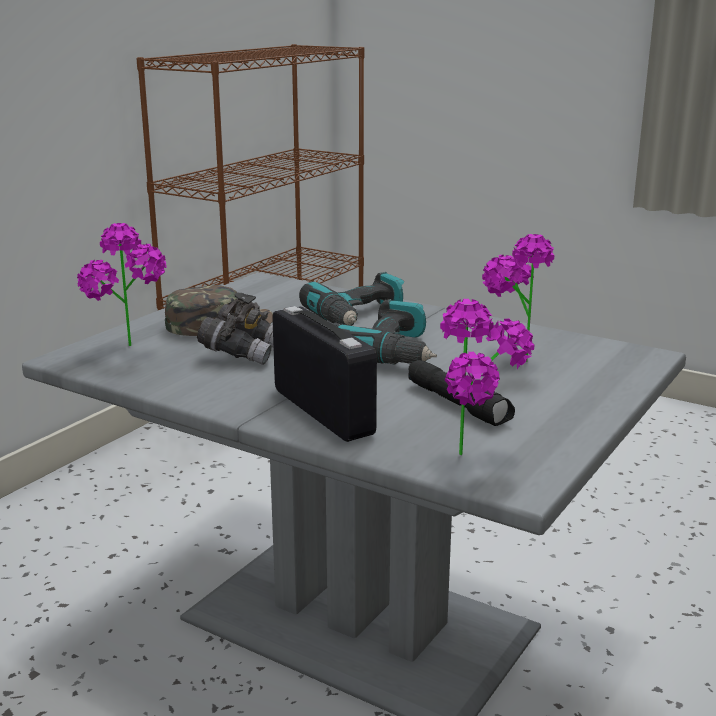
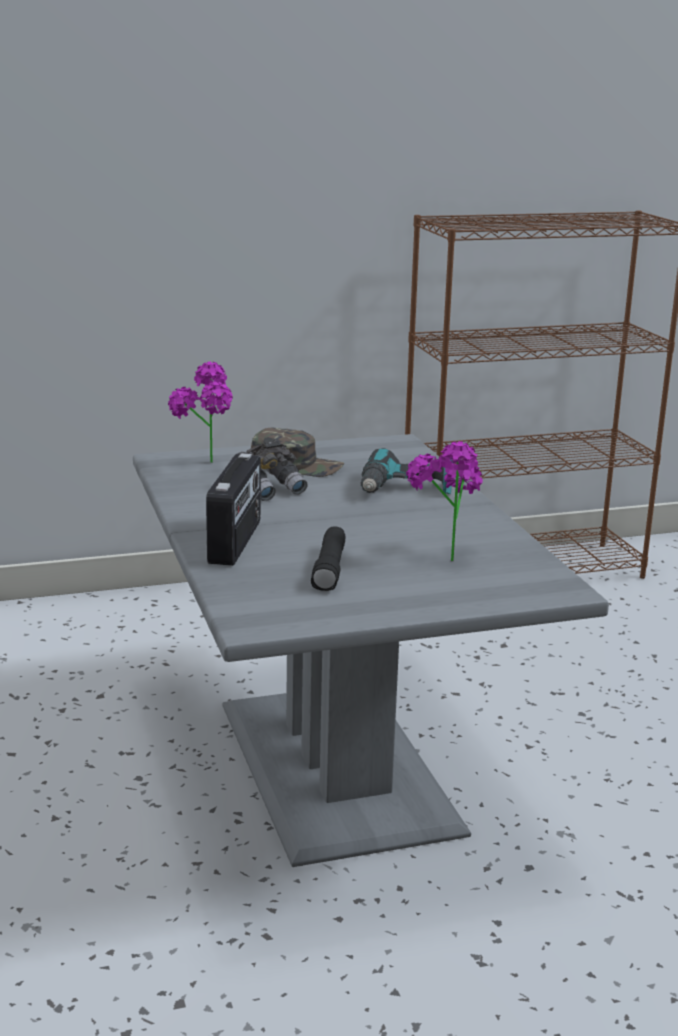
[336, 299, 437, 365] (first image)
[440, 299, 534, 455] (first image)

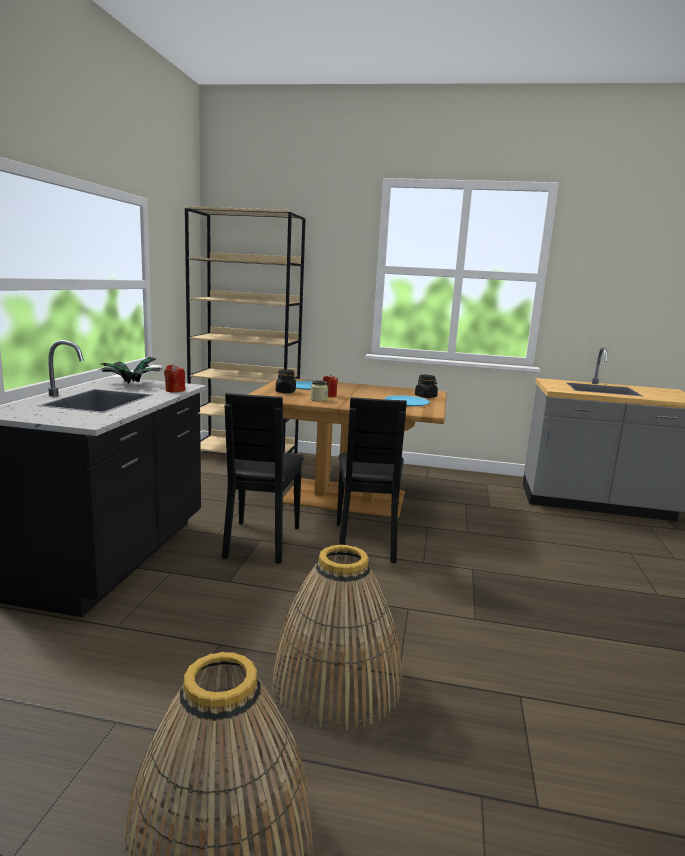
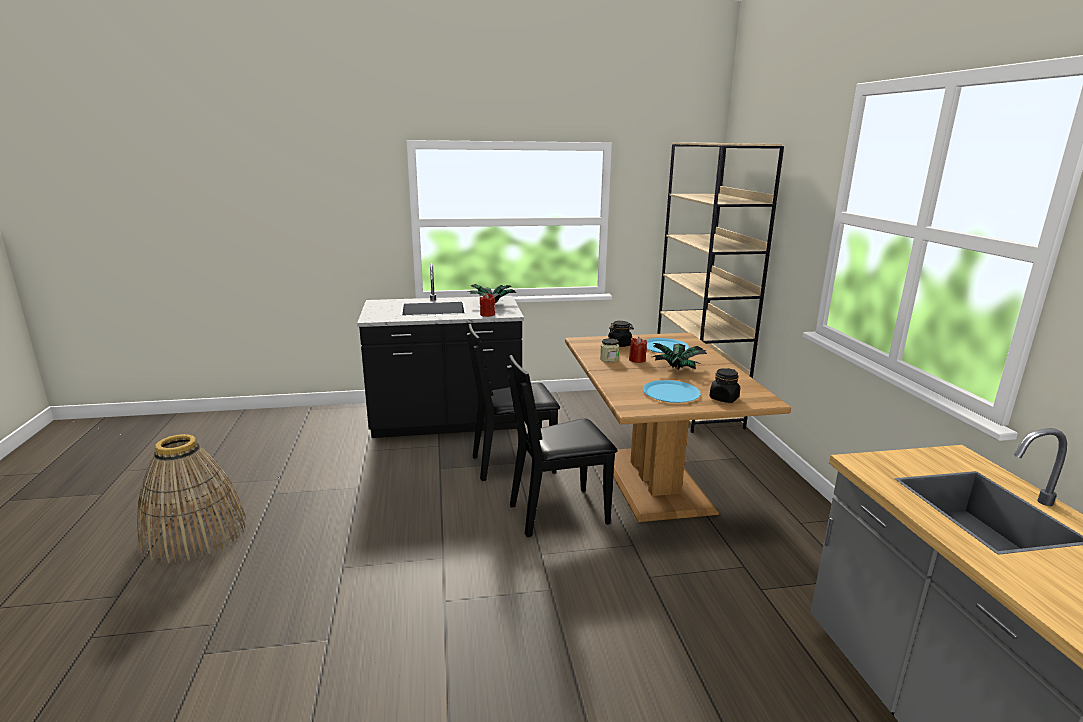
[271, 545, 402, 731] (first image)
[653, 343, 707, 370]

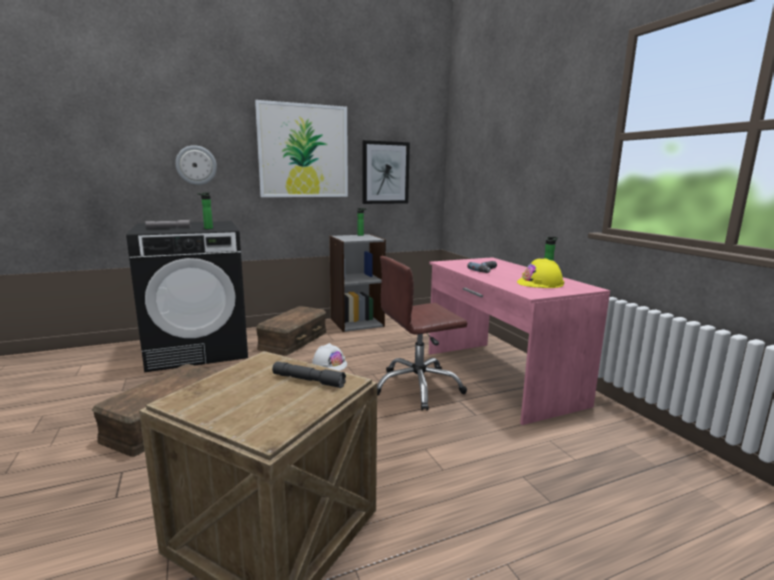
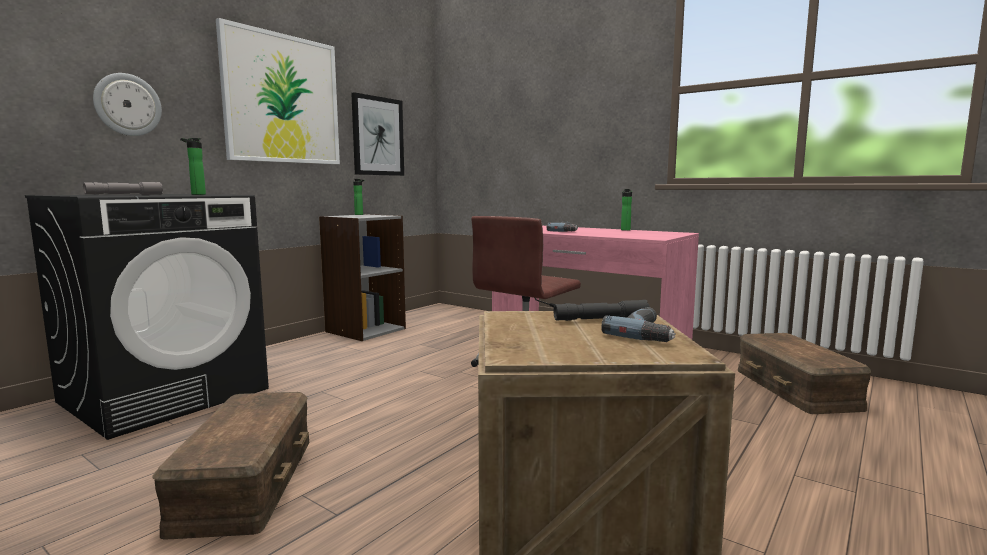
[517, 258, 564, 288] (first image)
[738, 333, 872, 414]
[312, 343, 347, 371] (first image)
[602, 307, 676, 342]

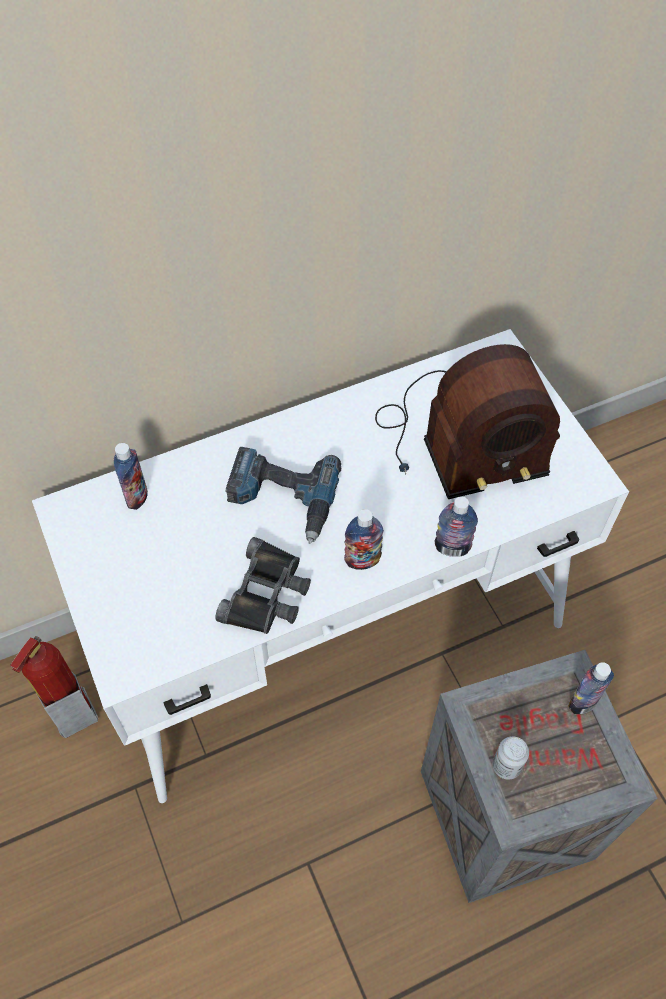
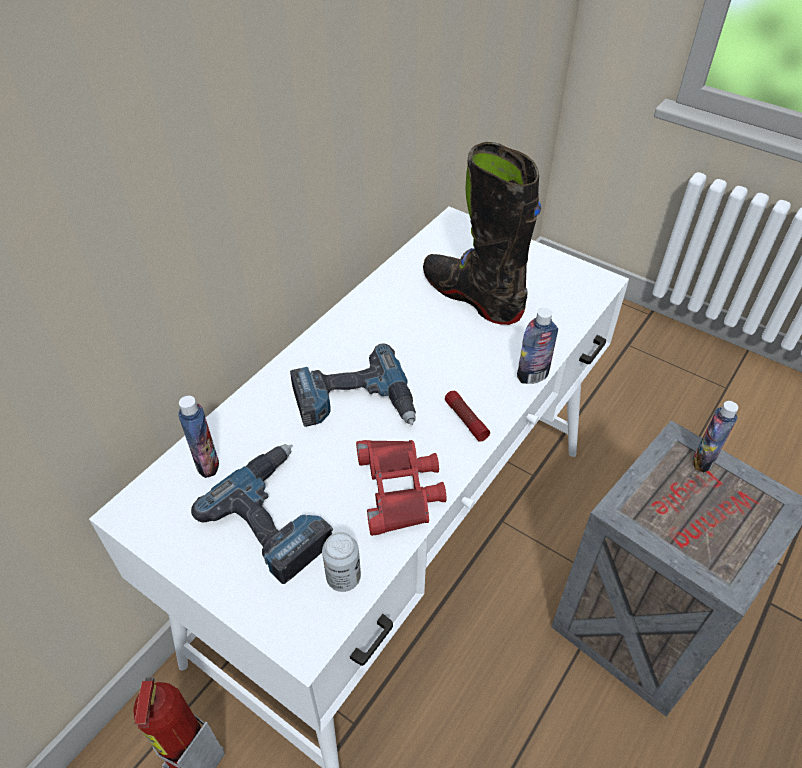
[423, 142, 541, 325]
[445, 391, 490, 442]
[356, 440, 446, 536]
[322, 532, 361, 592]
[191, 444, 333, 584]

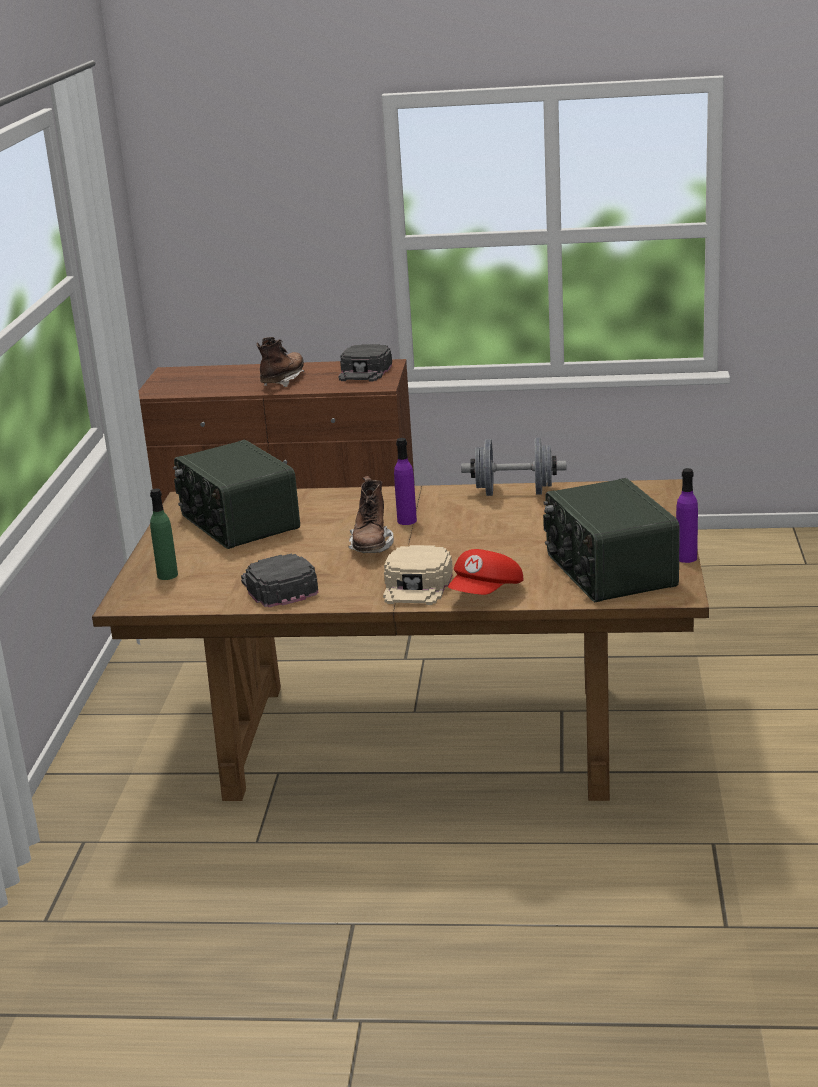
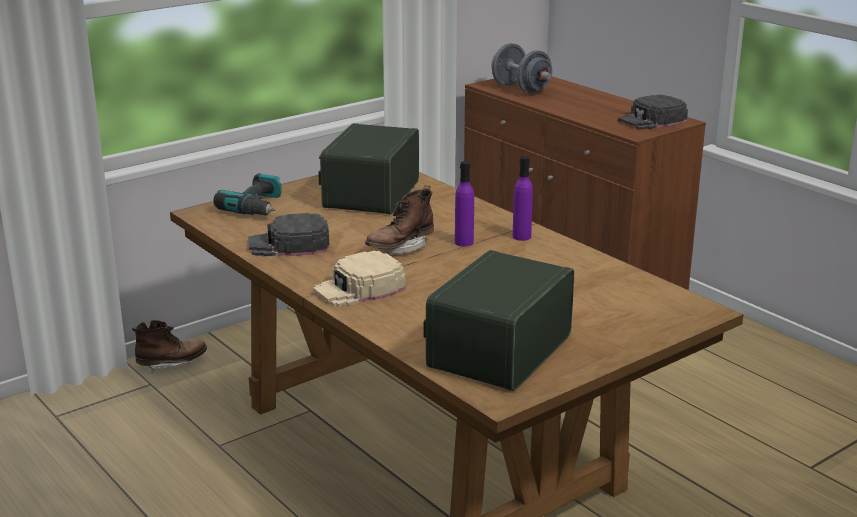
[132, 320, 207, 374]
[492, 43, 553, 94]
[513, 156, 533, 241]
[214, 173, 282, 215]
[448, 549, 523, 595] (first image)
[248, 213, 329, 256]

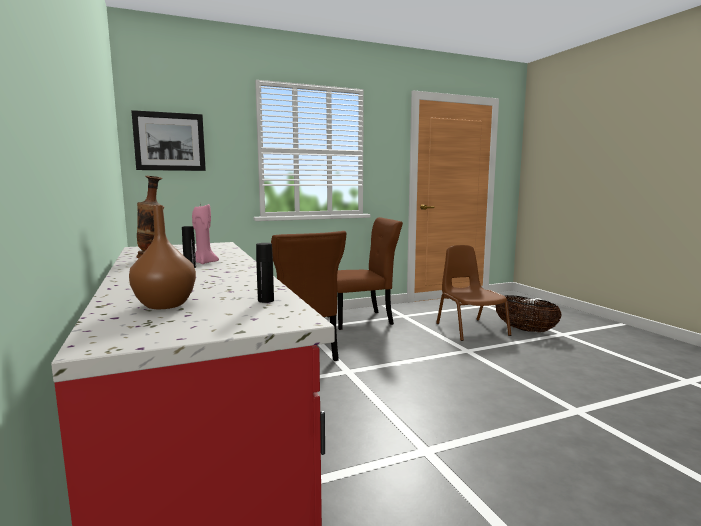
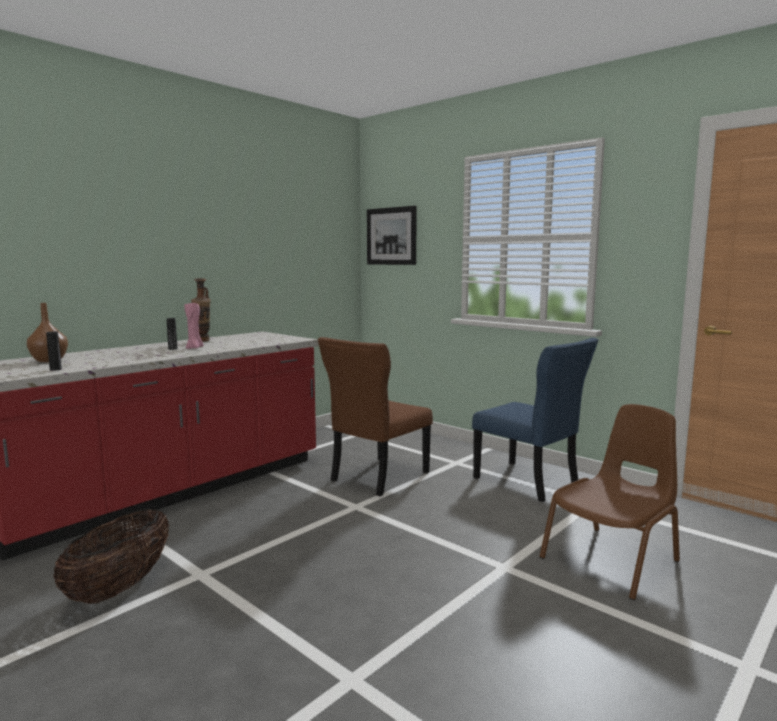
[472, 338, 598, 502]
[53, 509, 169, 604]

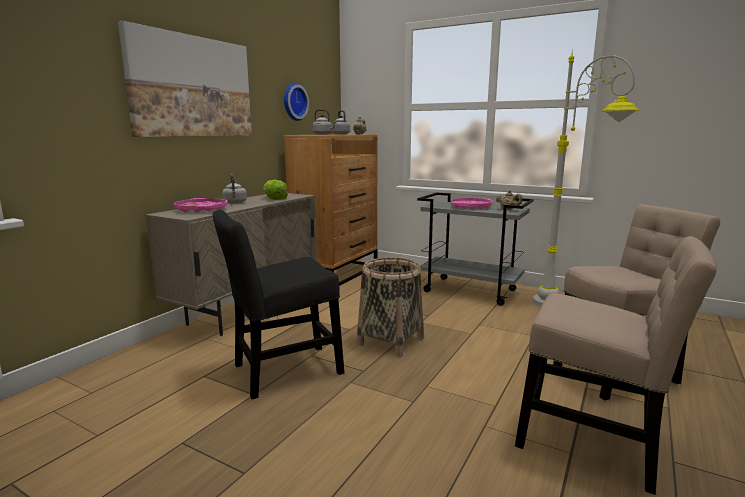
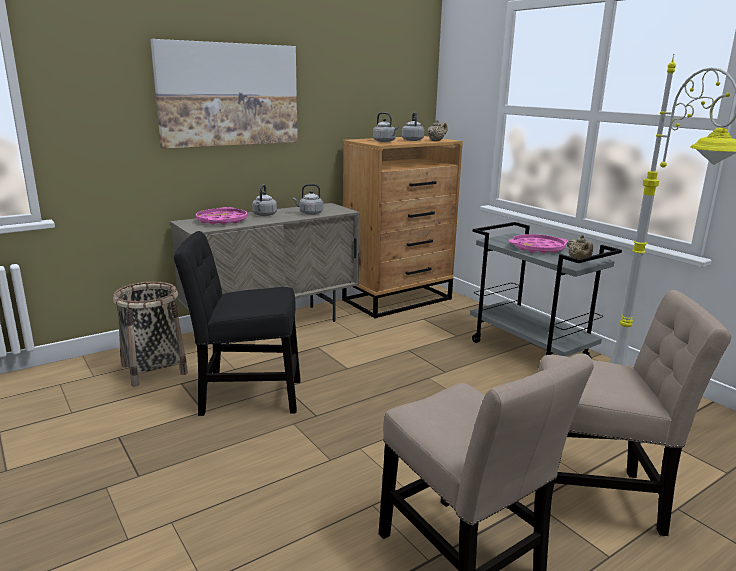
[284, 83, 309, 121] (first image)
[292, 184, 323, 215]
[113, 282, 188, 387]

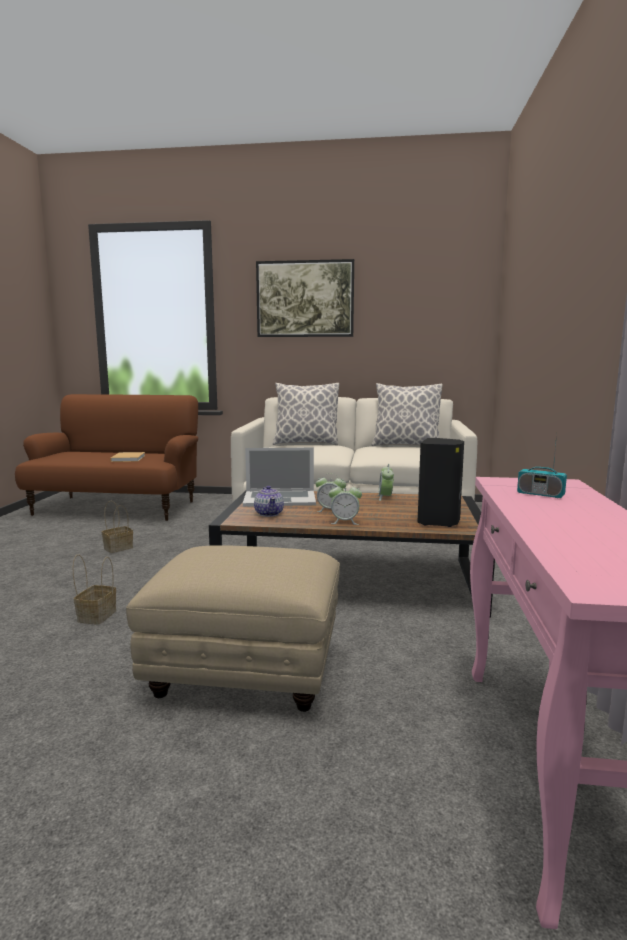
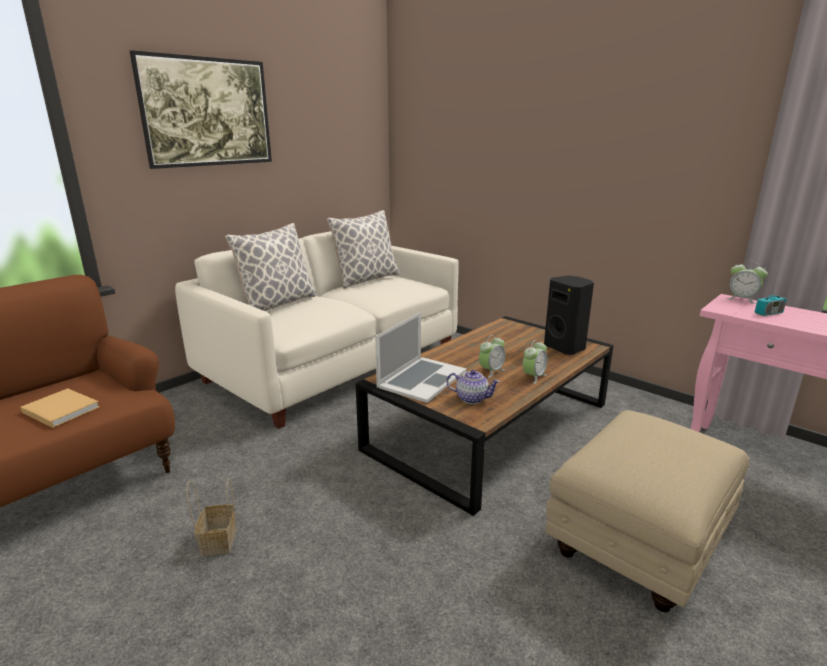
[726, 260, 768, 304]
[73, 554, 116, 625] (first image)

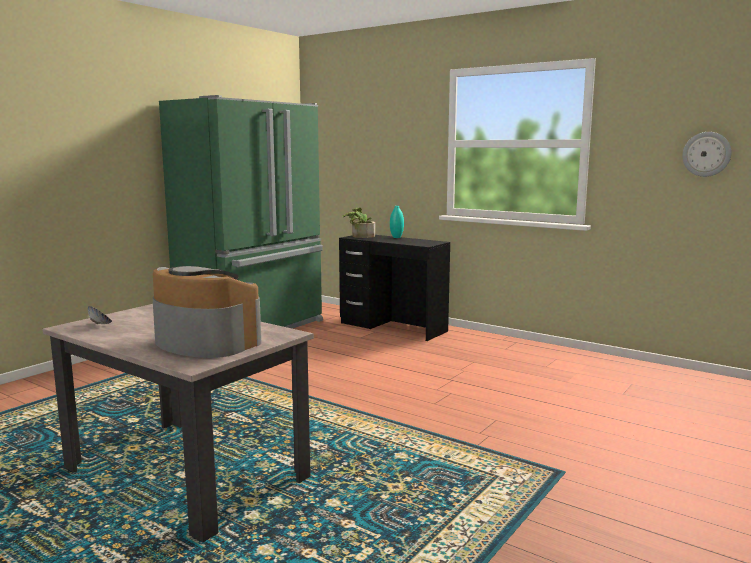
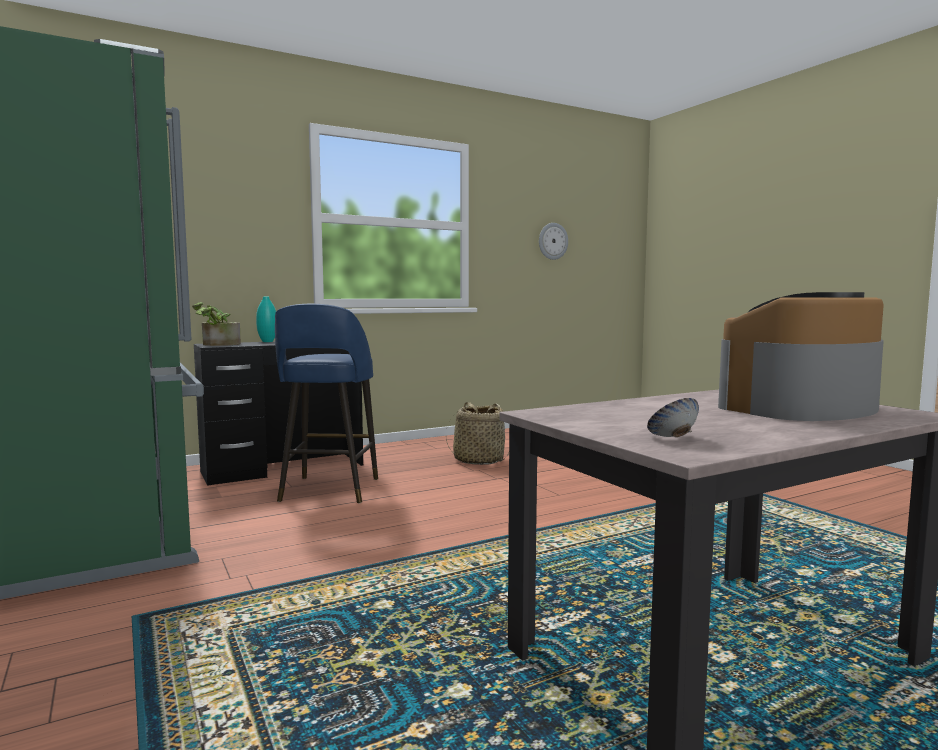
[275, 304, 378, 504]
[446, 402, 509, 465]

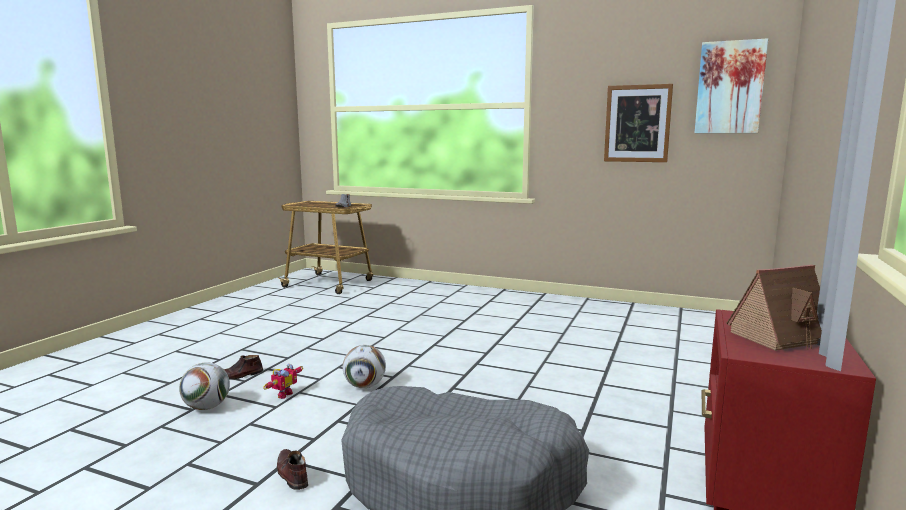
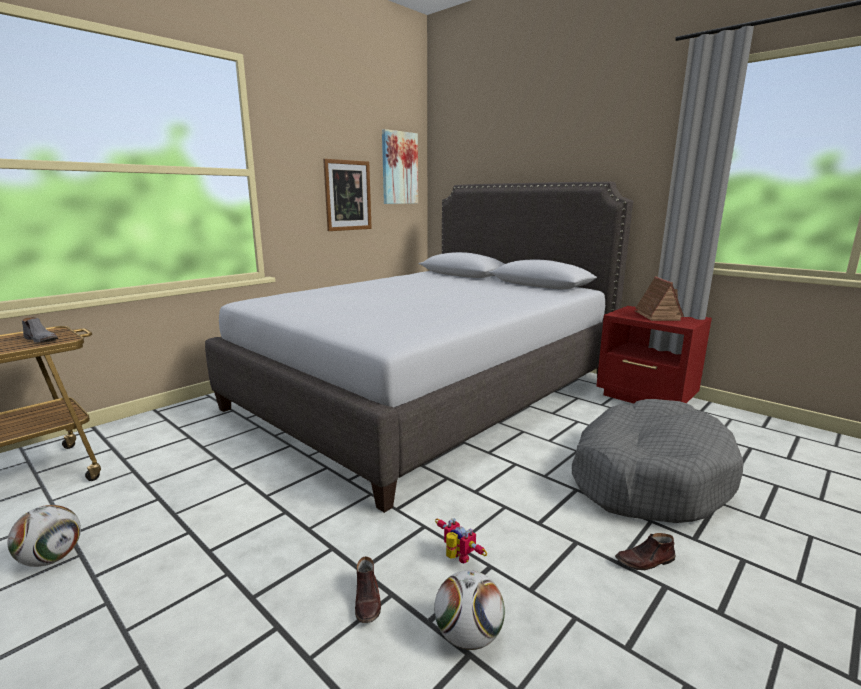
[8, 505, 81, 567]
[205, 182, 633, 513]

